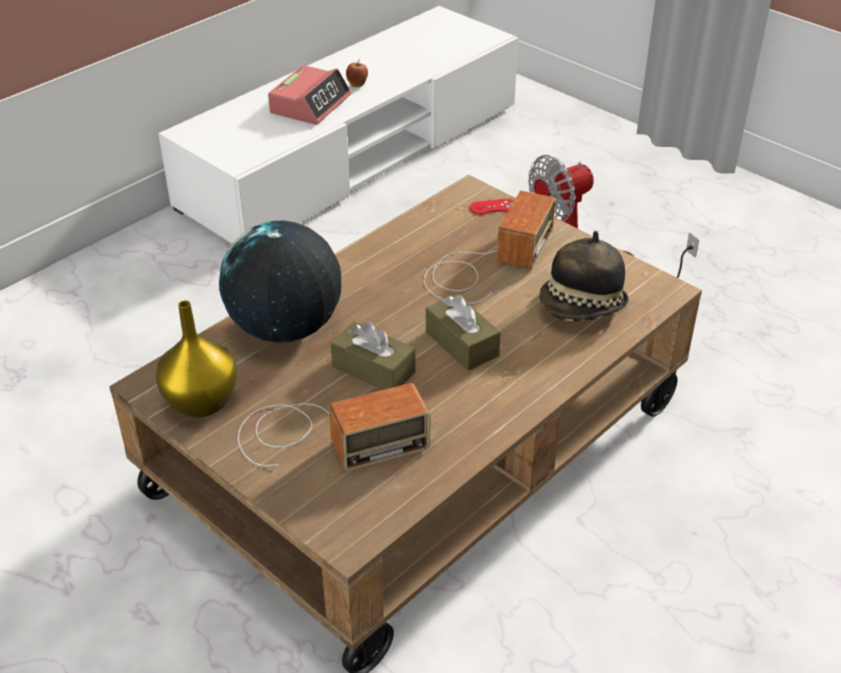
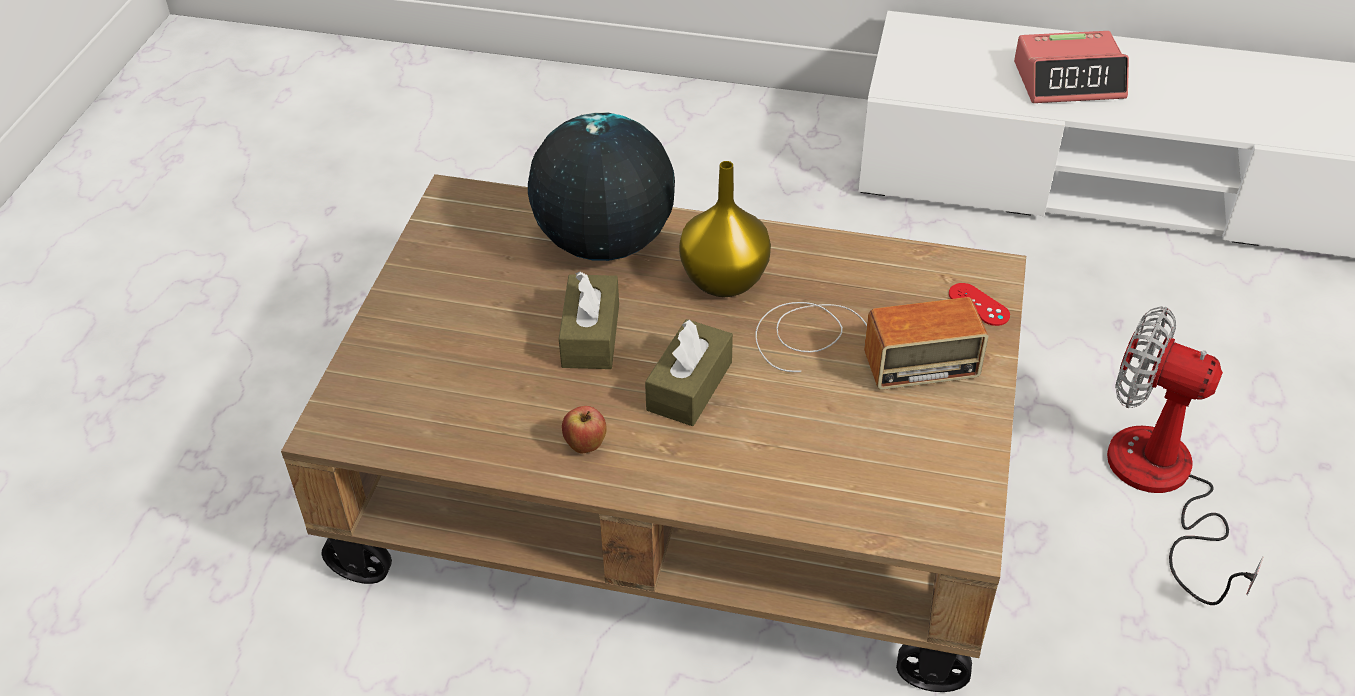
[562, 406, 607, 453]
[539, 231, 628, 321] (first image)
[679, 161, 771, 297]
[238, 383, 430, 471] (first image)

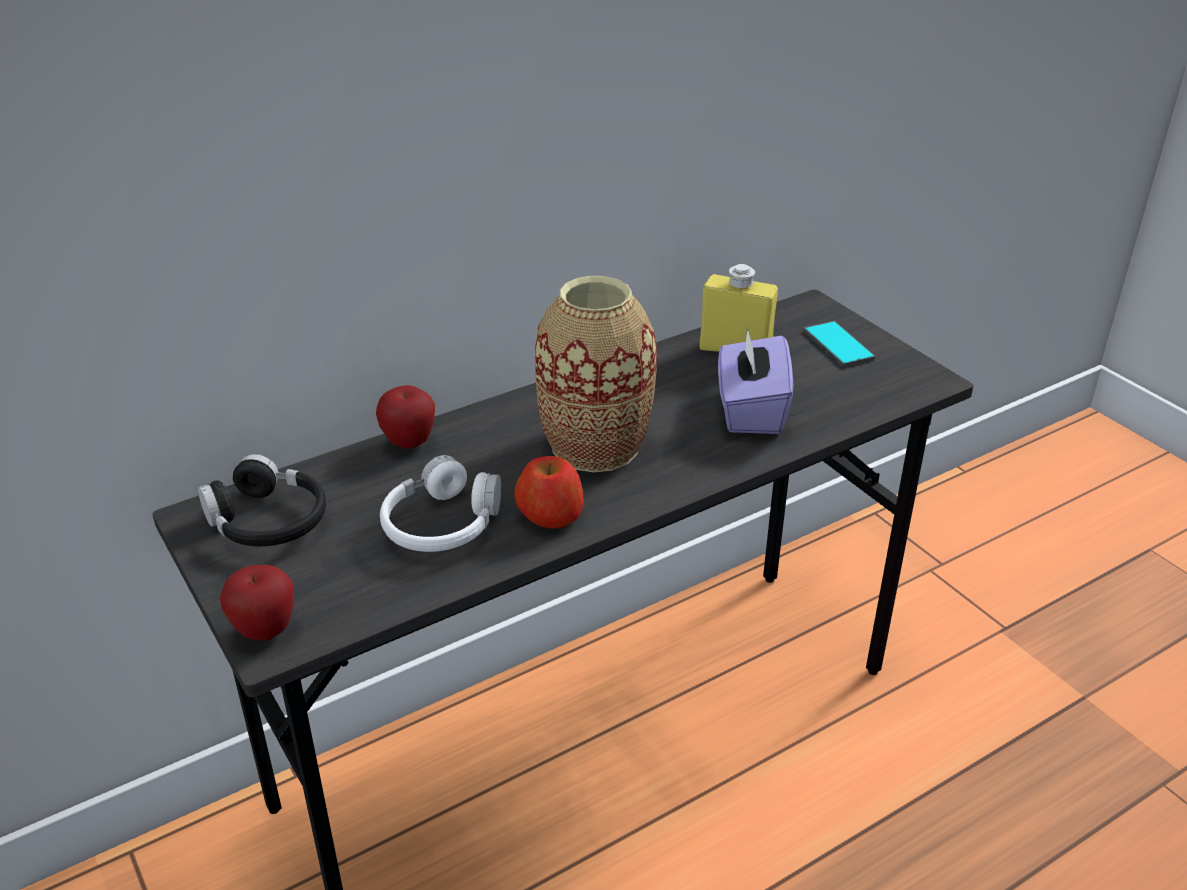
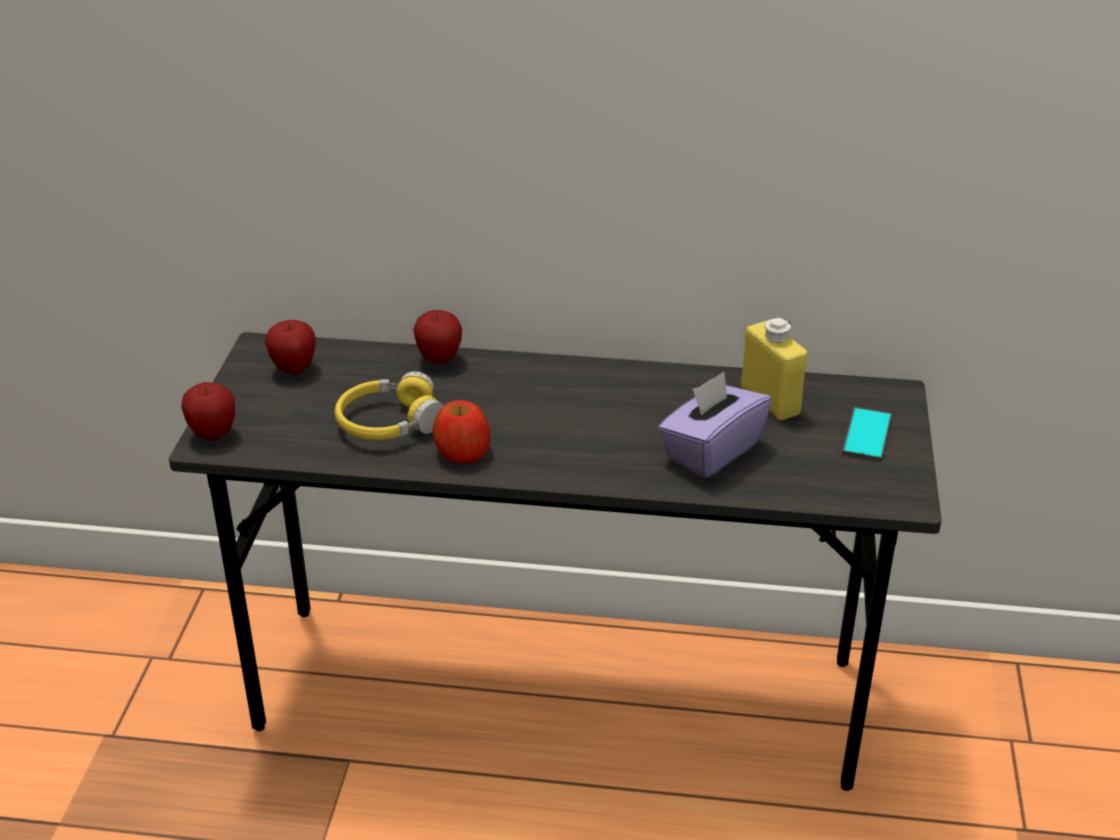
[535, 276, 657, 472] (first image)
[265, 320, 316, 375]
[335, 371, 443, 440]

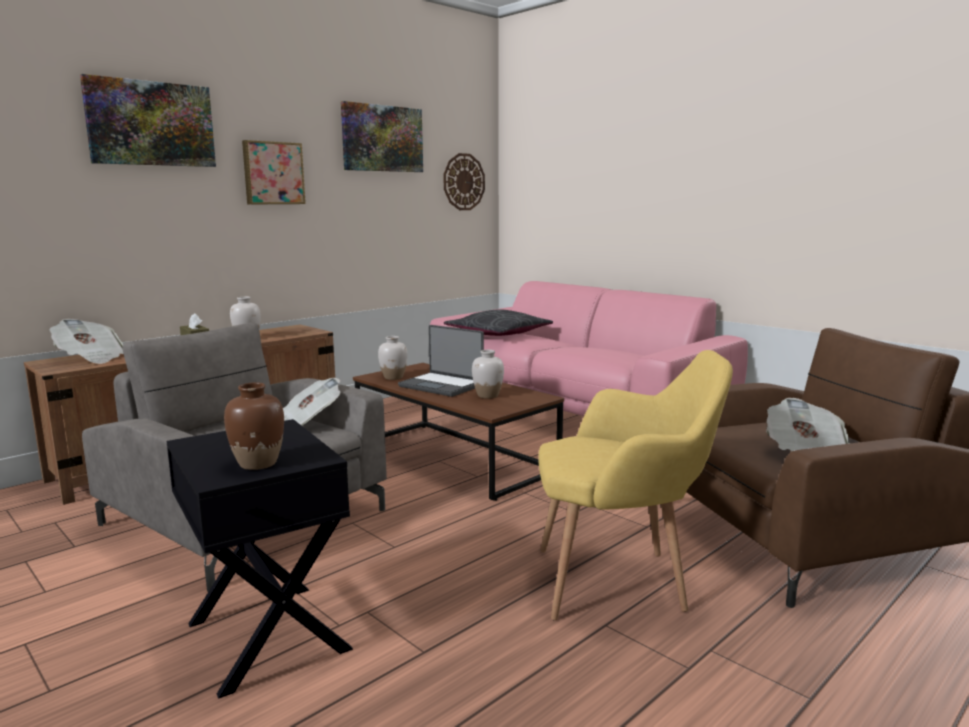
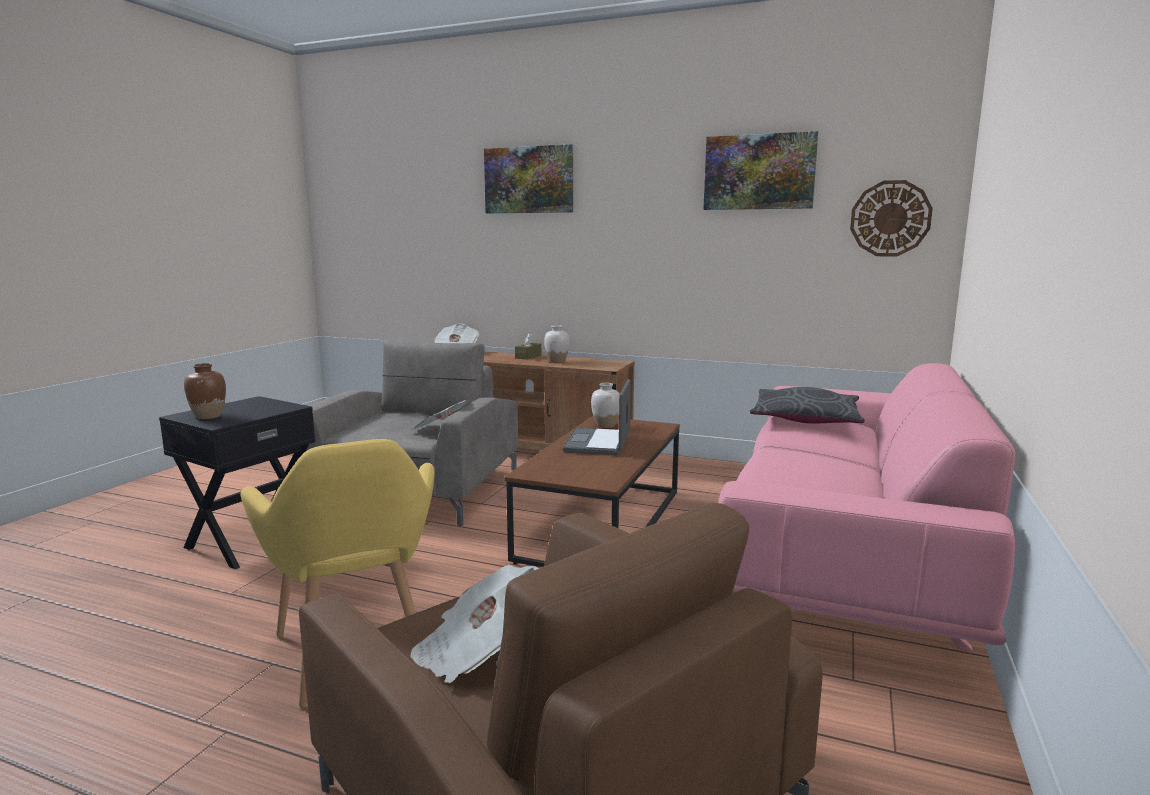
[242, 140, 306, 205] (first image)
[472, 350, 504, 399] (first image)

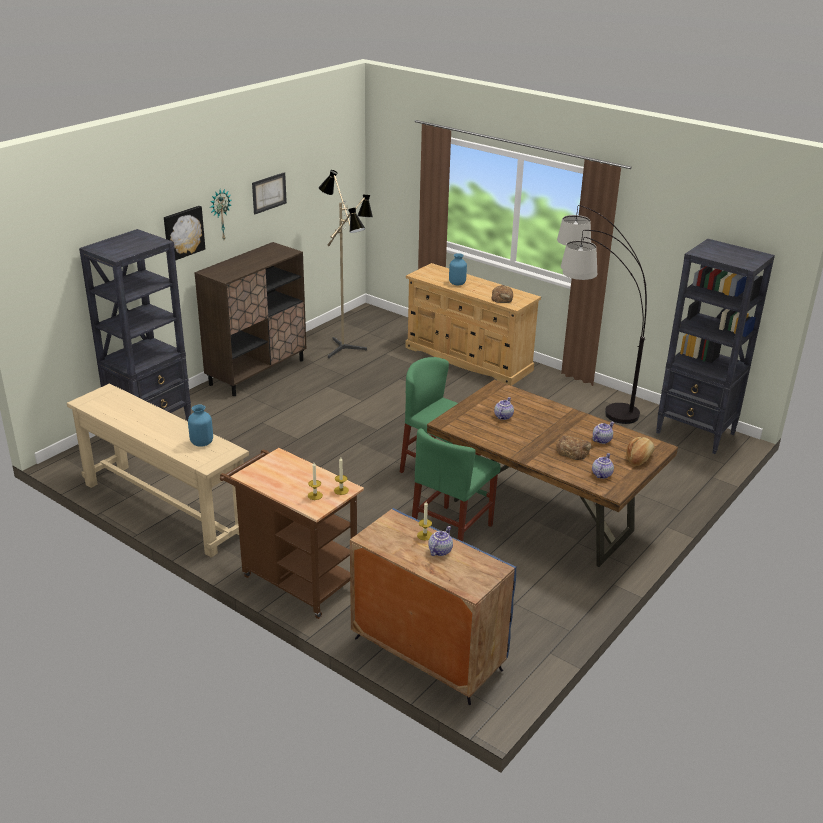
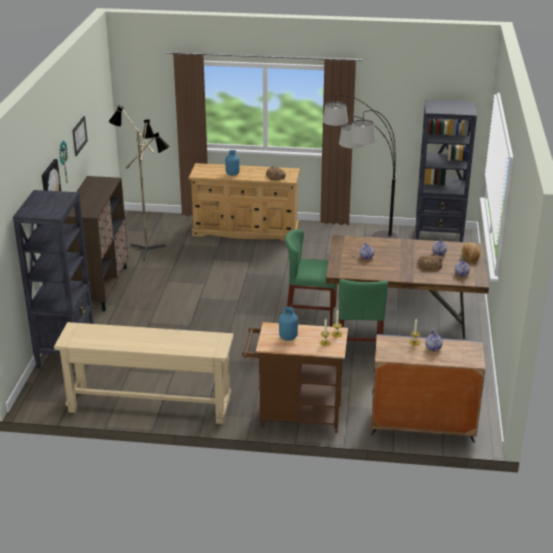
[279, 307, 298, 341]

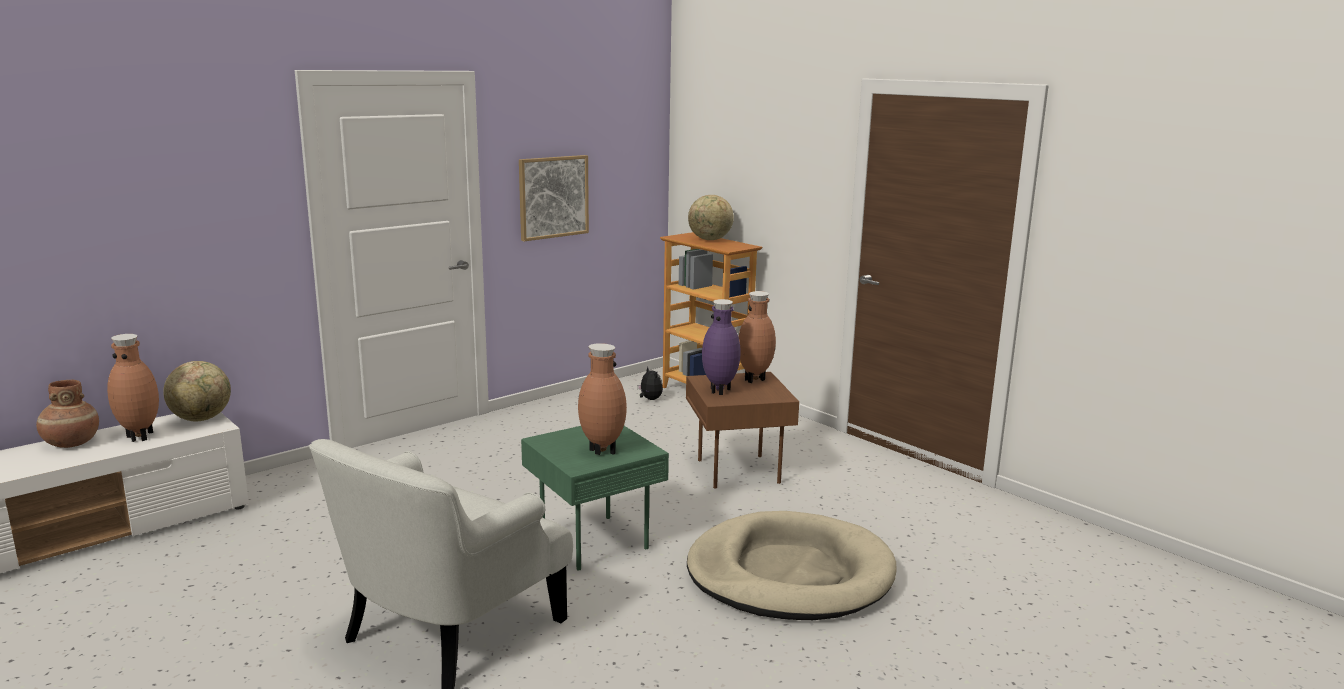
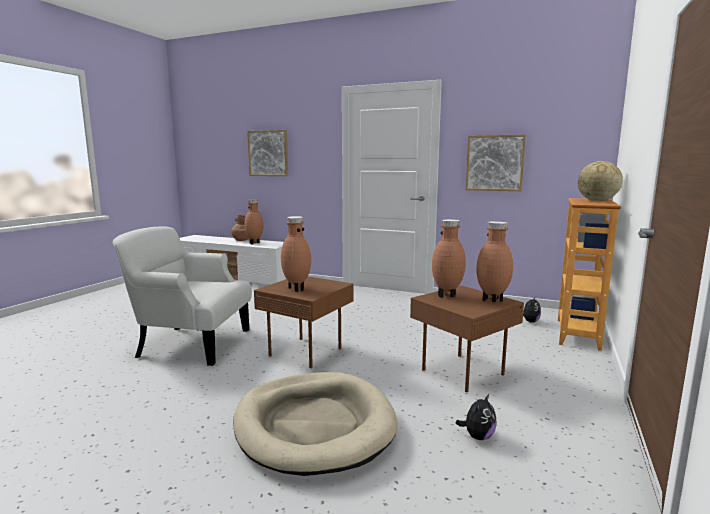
[432, 219, 466, 298]
[163, 361, 231, 421] (first image)
[254, 276, 353, 368]
[247, 130, 288, 176]
[456, 394, 497, 440]

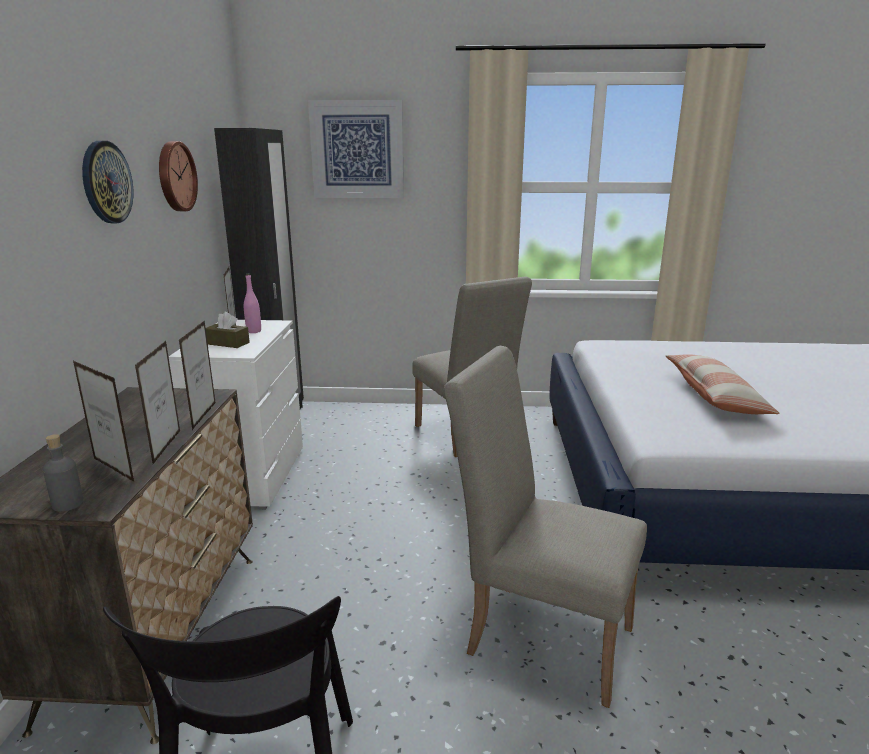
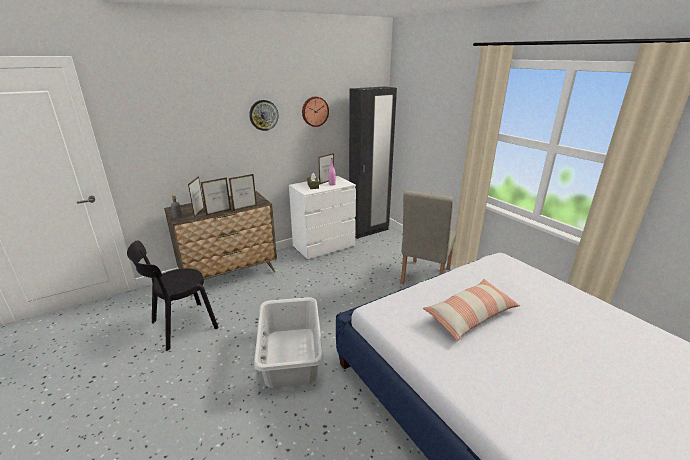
[308, 100, 404, 198] (first image)
[254, 297, 323, 388]

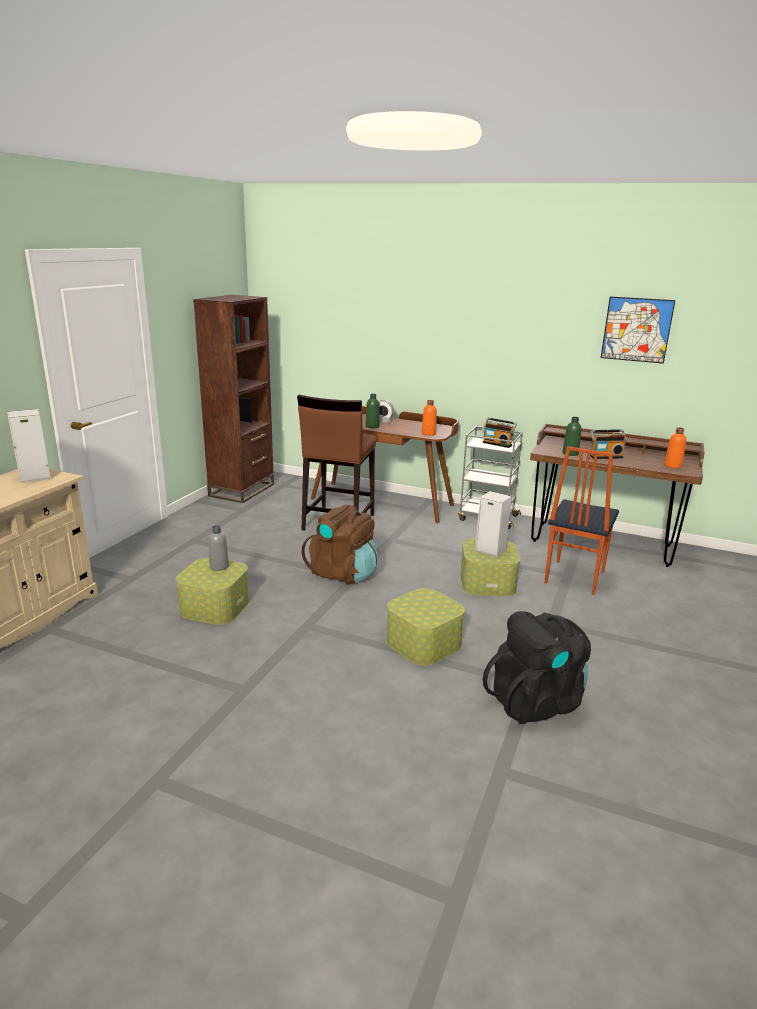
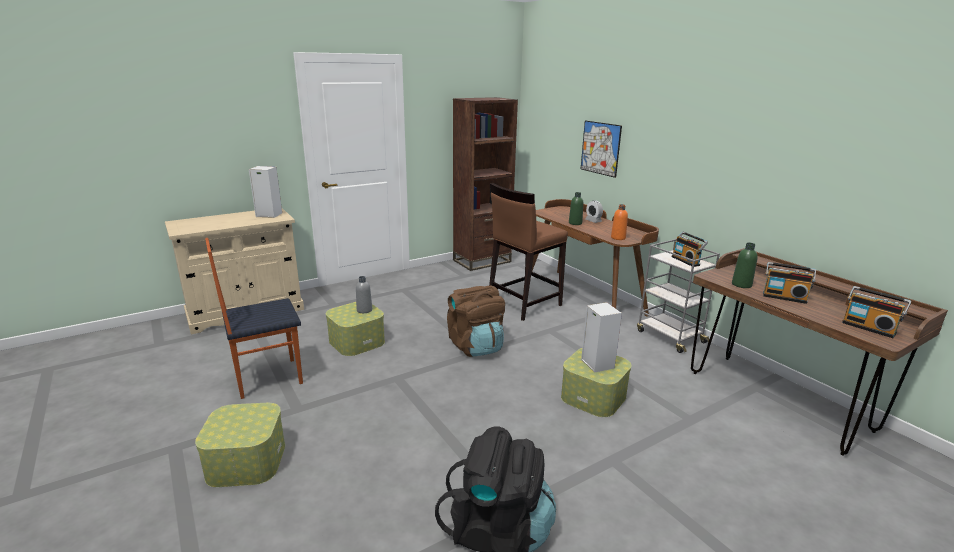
[581, 121, 622, 178]
[842, 286, 911, 338]
[205, 238, 303, 399]
[195, 403, 285, 487]

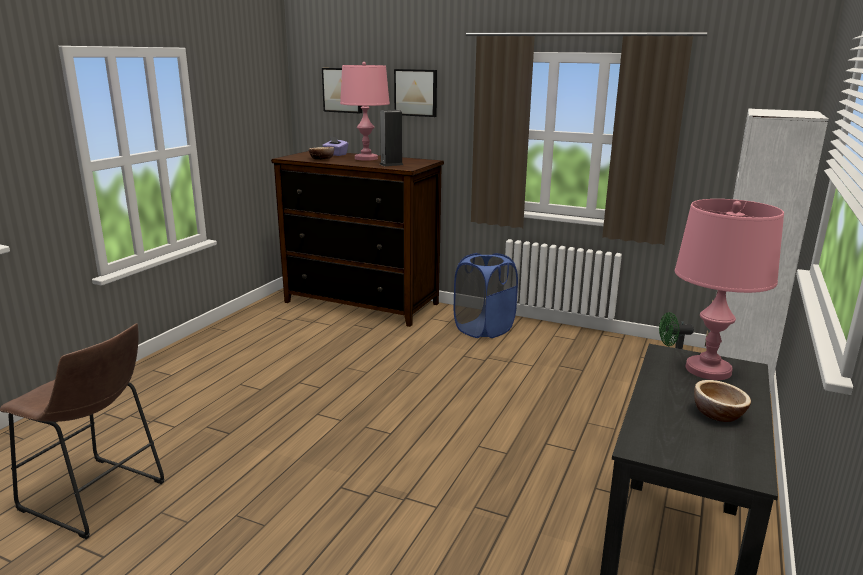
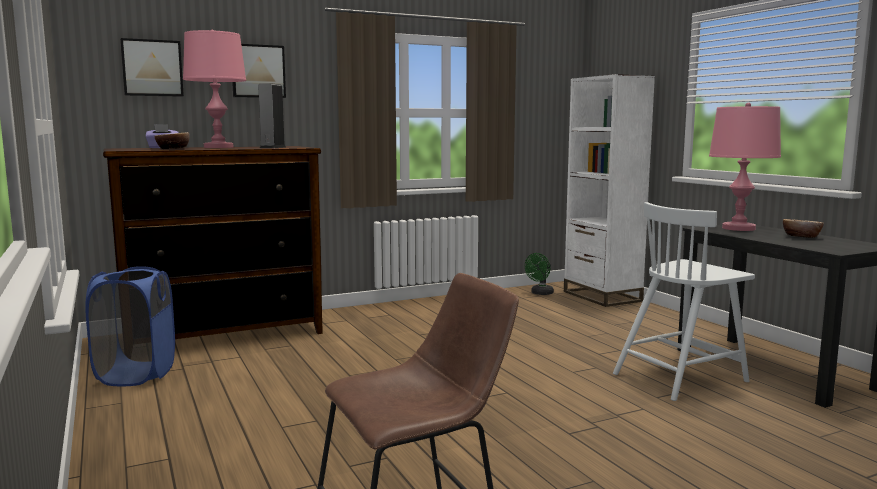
[85, 266, 175, 386]
[613, 202, 755, 401]

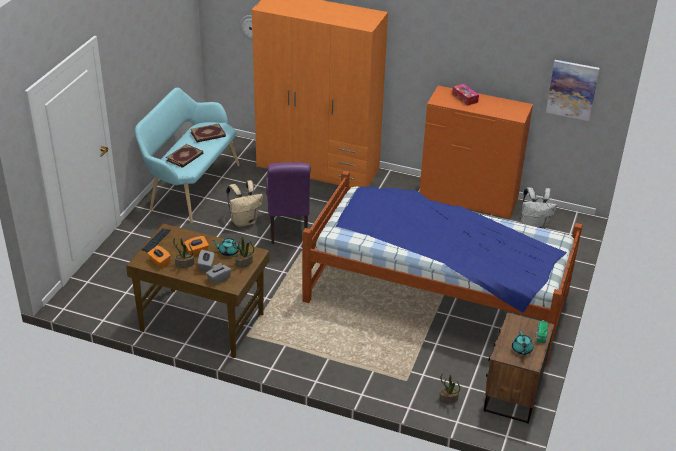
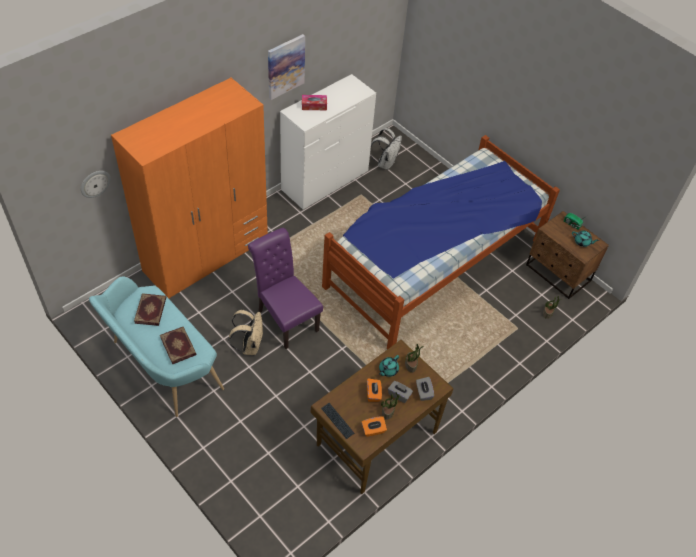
[268, 34, 305, 100]
[280, 74, 376, 209]
[248, 228, 323, 349]

